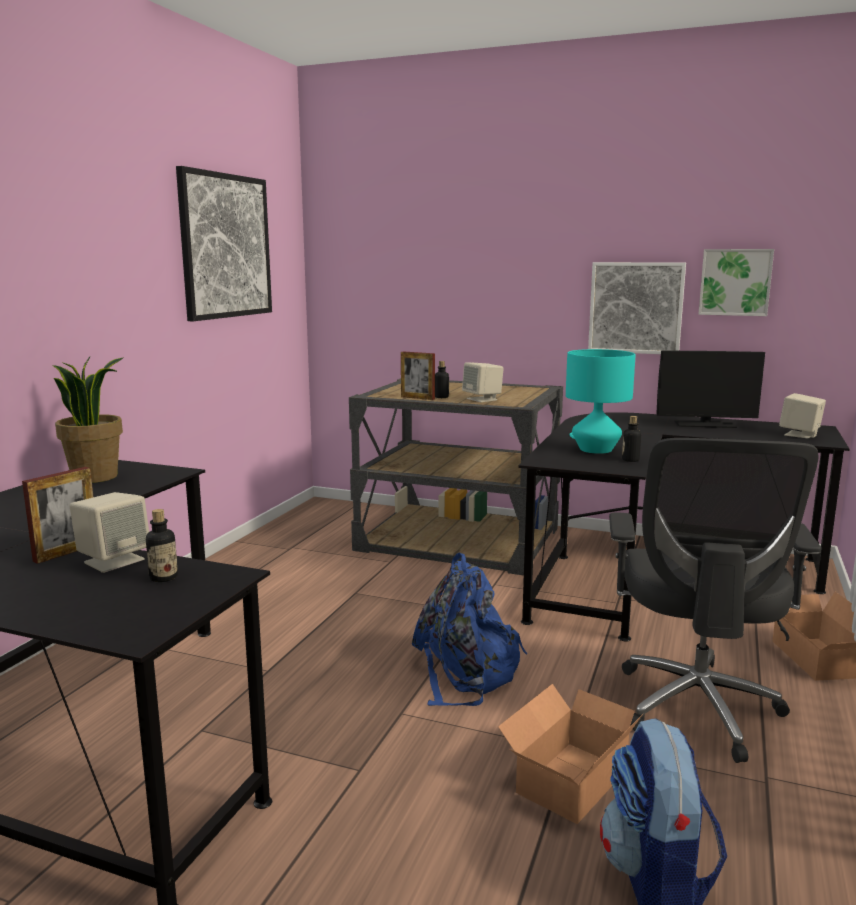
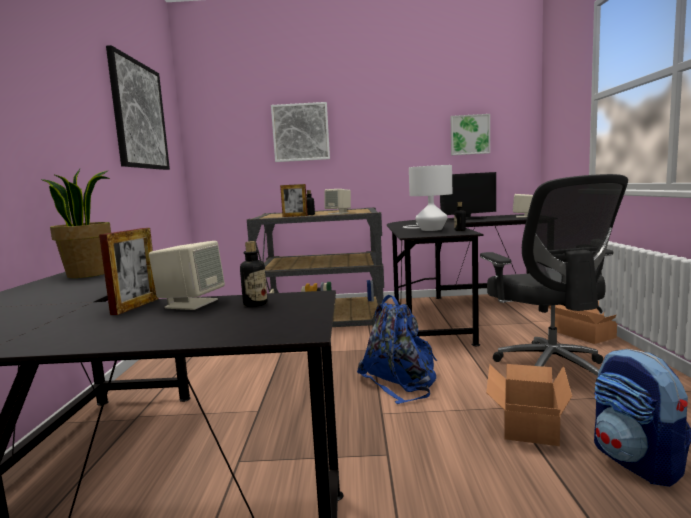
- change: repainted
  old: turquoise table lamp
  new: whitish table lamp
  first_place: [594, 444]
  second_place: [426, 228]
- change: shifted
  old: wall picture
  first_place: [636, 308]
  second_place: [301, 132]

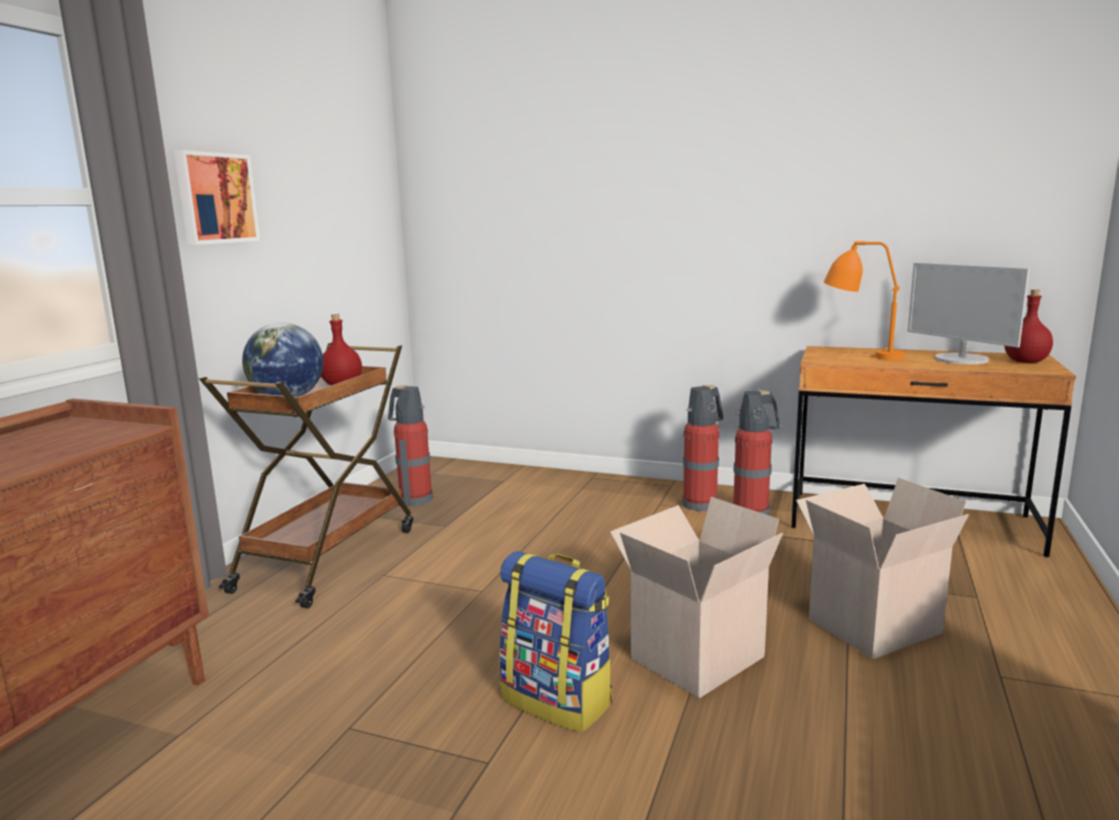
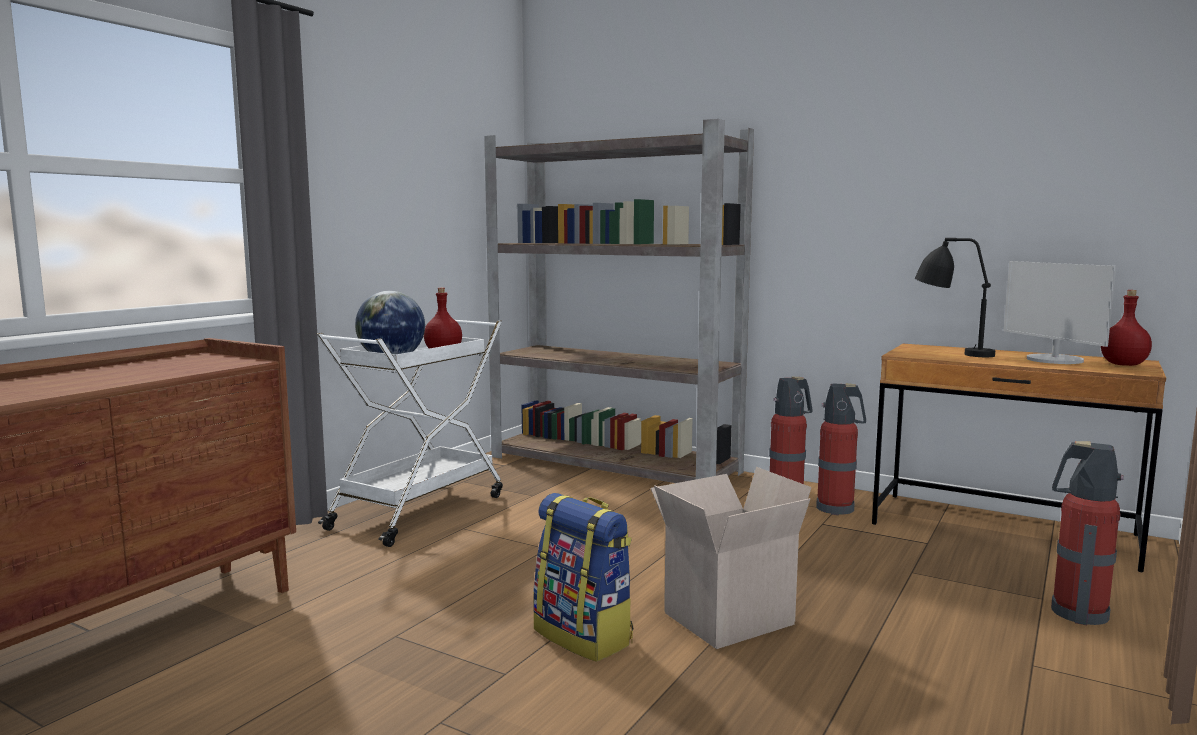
- change: gone
  old: wall picture
  first_place: [215, 198]
- change: repainted
  old: brown cart
  new: whitish cart
  first_place: [329, 559]
  second_place: [420, 512]
- change: shifted
  old: fire-fighting cylinder
  first_place: [414, 499]
  second_place: [1076, 613]
- change: gone
  old: cardboard box
  first_place: [872, 624]
- change: repainted
  old: orange-coloured table lamp
  new: black table lamp
  first_place: [858, 354]
  second_place: [949, 351]
- change: new
  new: brown bookcase
  second_place: [613, 464]

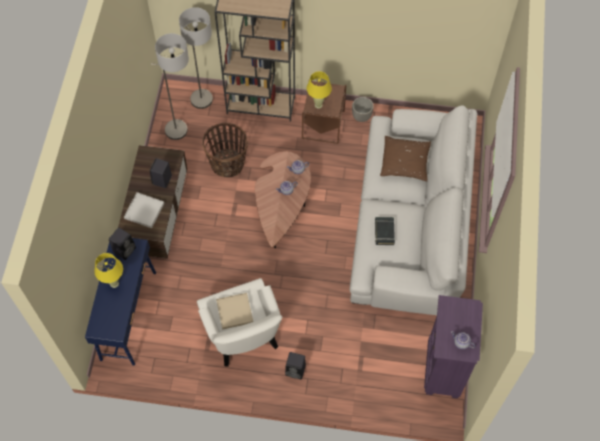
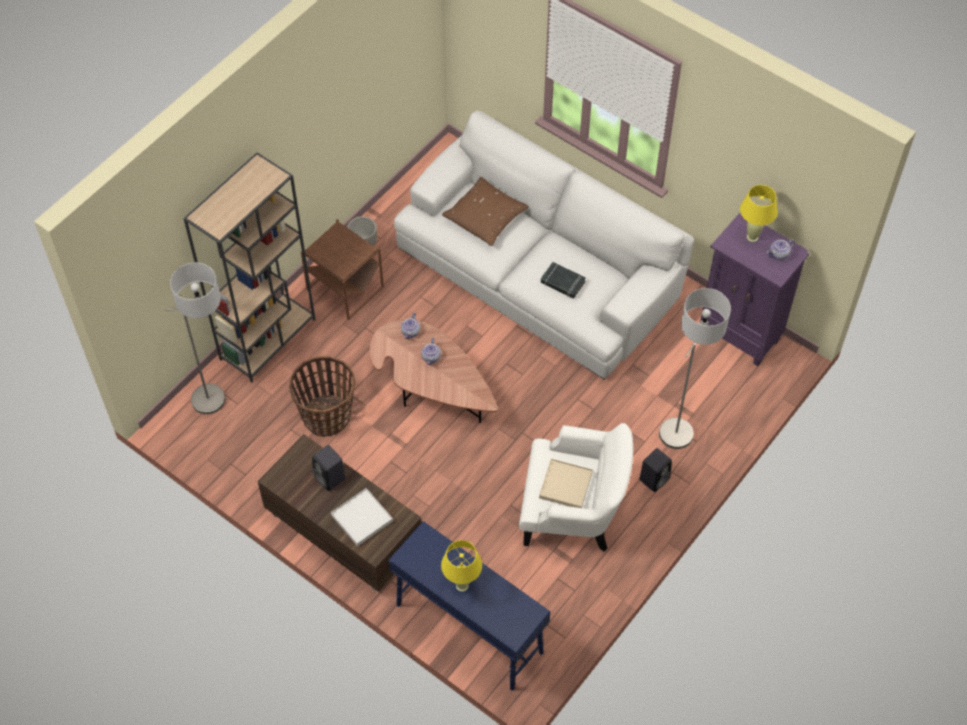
- change: gone
  old: black audio speaker
  first_place: [124, 249]
- change: shifted
  old: greyish standing lamp
  first_place: [183, 130]
  second_place: [681, 426]
- change: shifted
  old: yellow table lamp
  first_place: [318, 105]
  second_place: [752, 237]

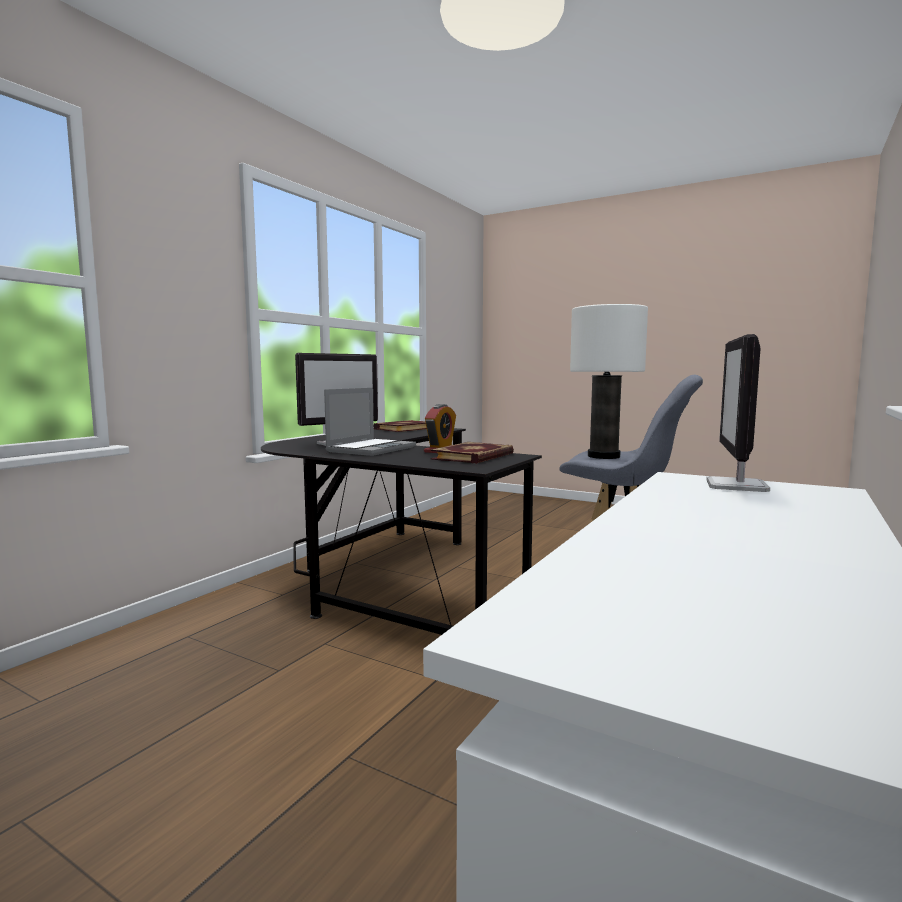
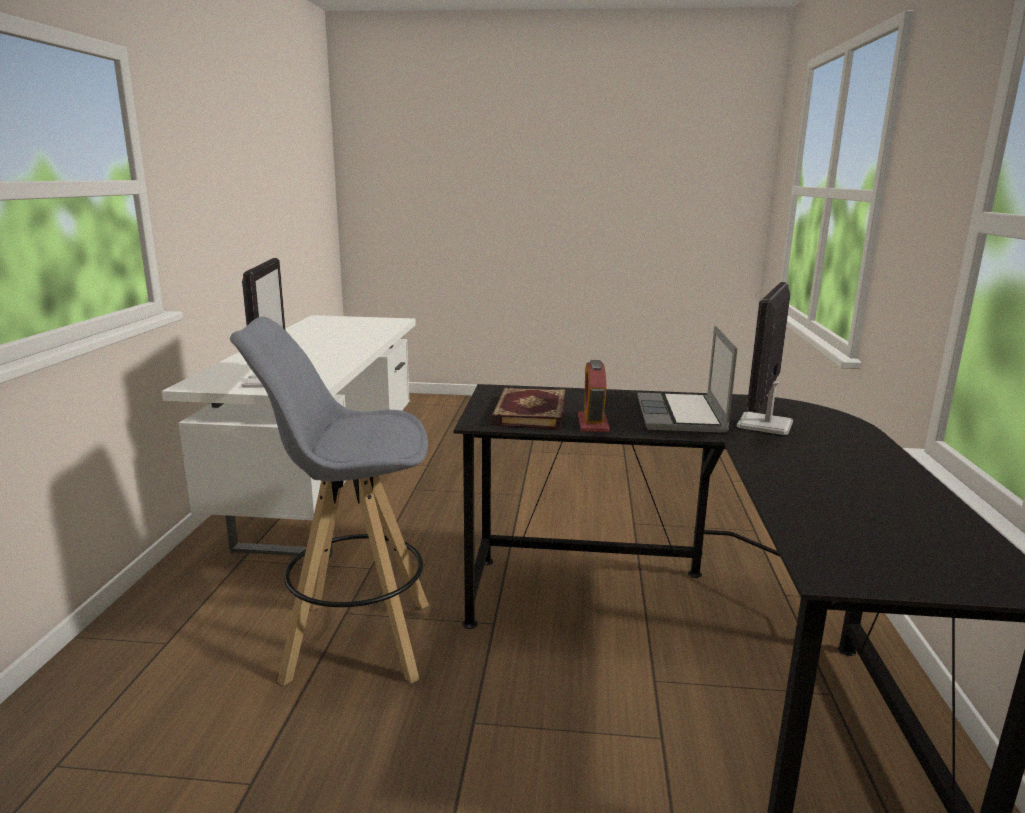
- change: gone
  old: book
  first_place: [403, 428]
- change: gone
  old: whitish table lamp
  first_place: [603, 456]

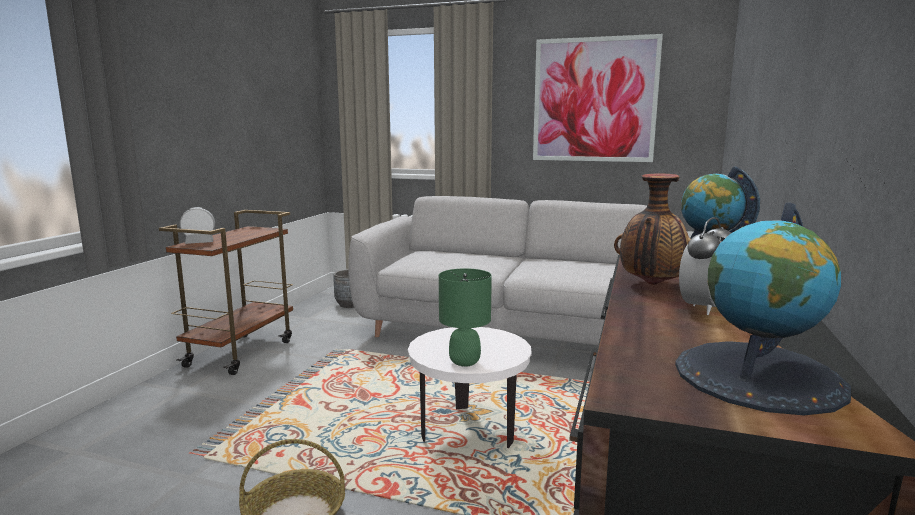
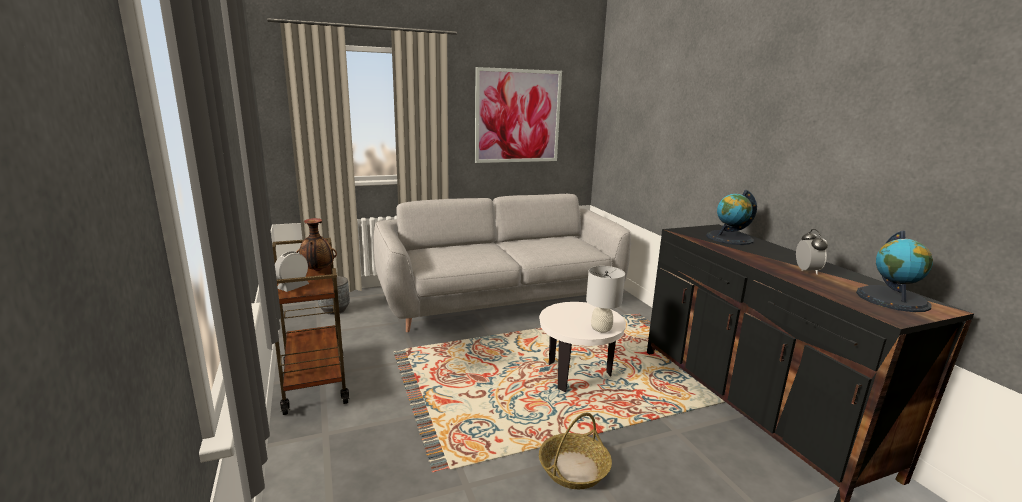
- change: repainted
  old: green table lamp
  new: greyish table lamp
  first_place: [463, 363]
  second_place: [601, 330]
- change: shifted
  old: vase
  first_place: [651, 284]
  second_place: [317, 271]

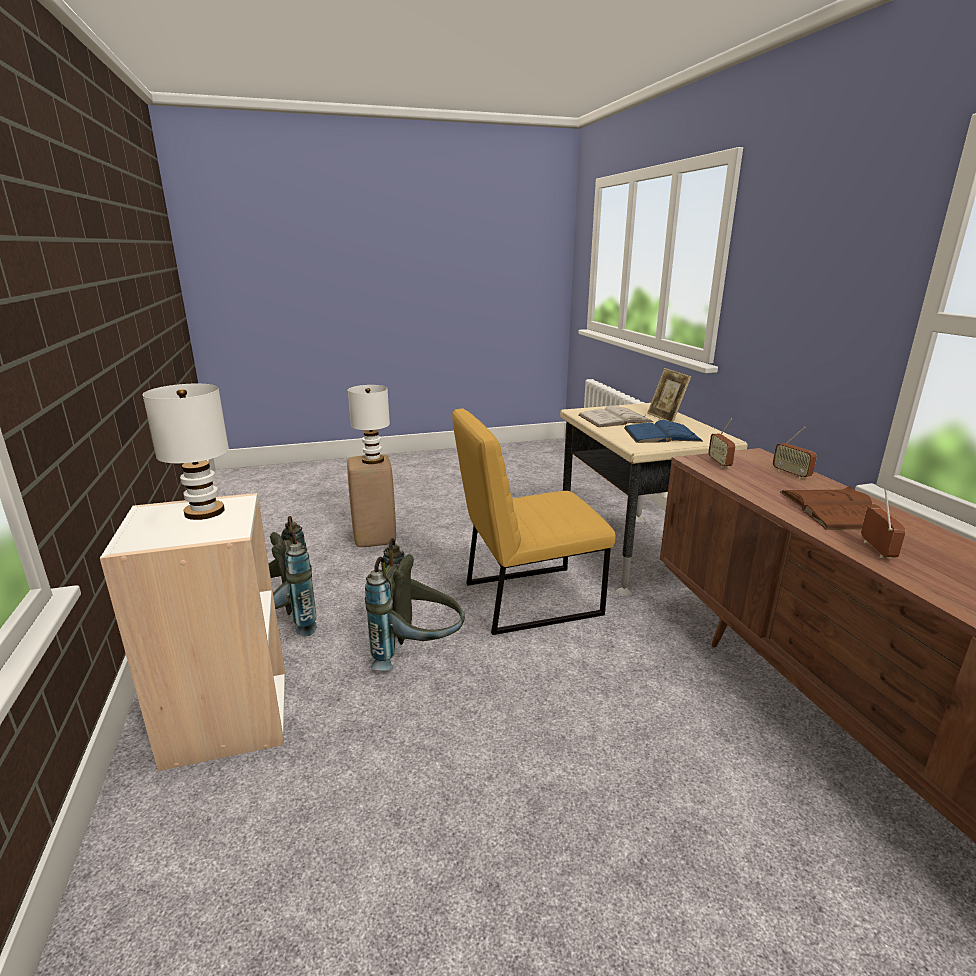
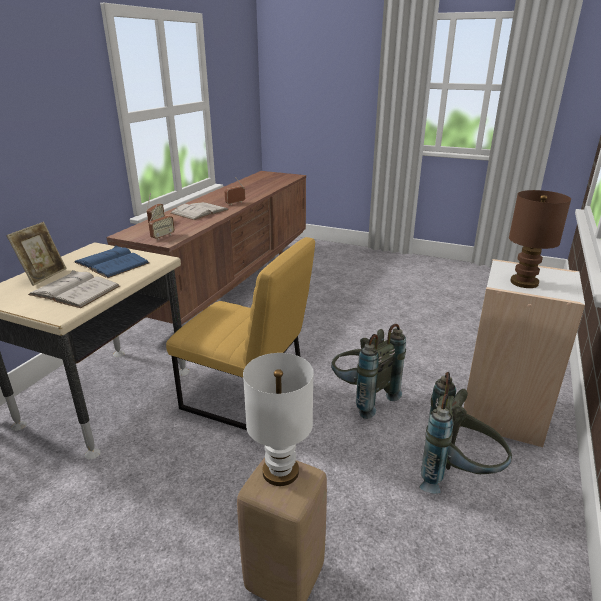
- change: repainted
  old: whitish table lamp
  new: brown table lamp
  first_place: [205, 511]
  second_place: [523, 282]
- change: repainted
  old: brown book
  new: whitish book
  first_place: [836, 509]
  second_place: [199, 211]

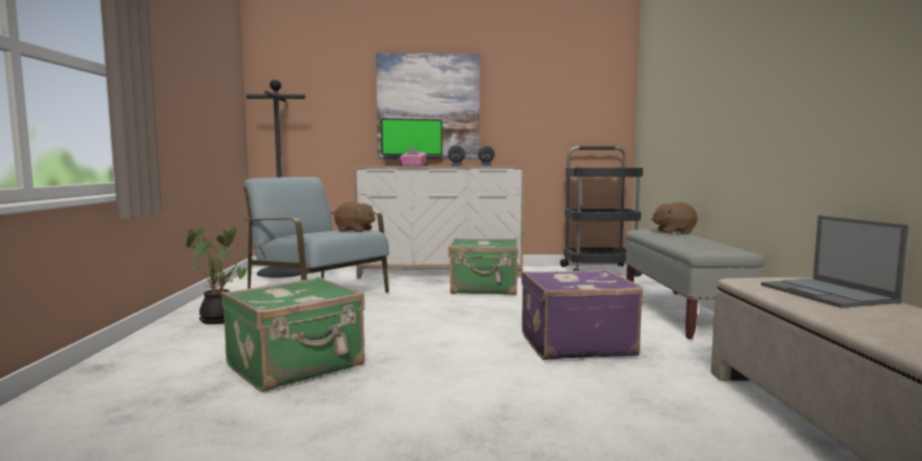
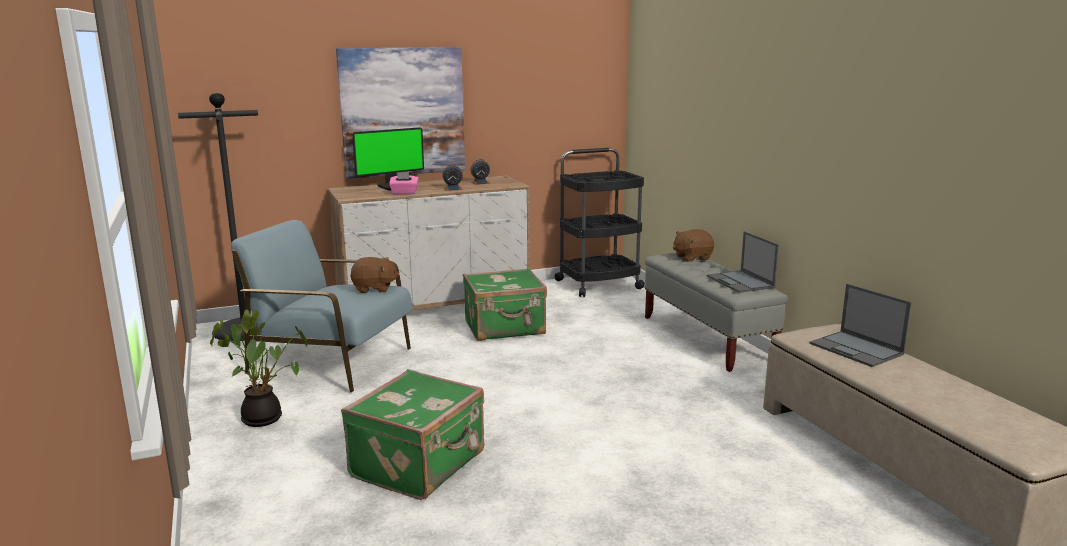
- change: gone
  old: purple-coloured suitcase
  first_place: [575, 344]
- change: new
  new: portable computer
  second_place: [741, 282]

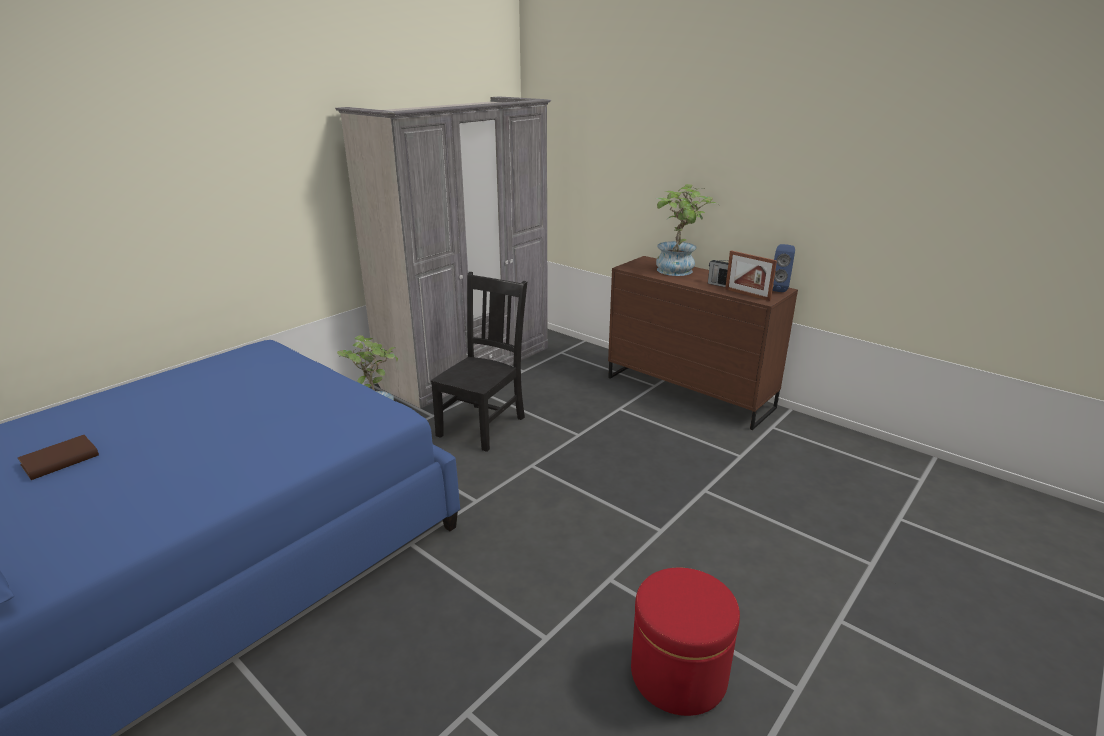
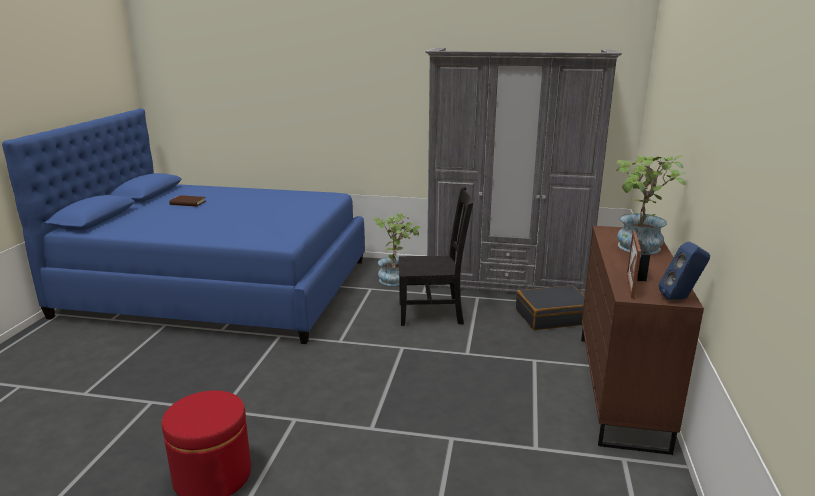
- change: new
  new: black suitcase
  second_place: [552, 316]

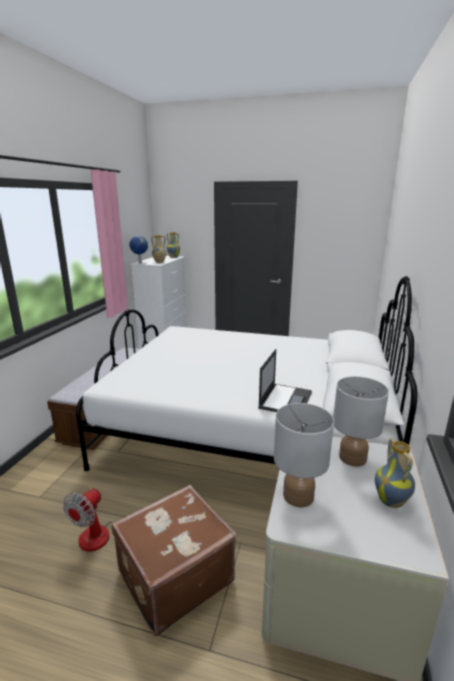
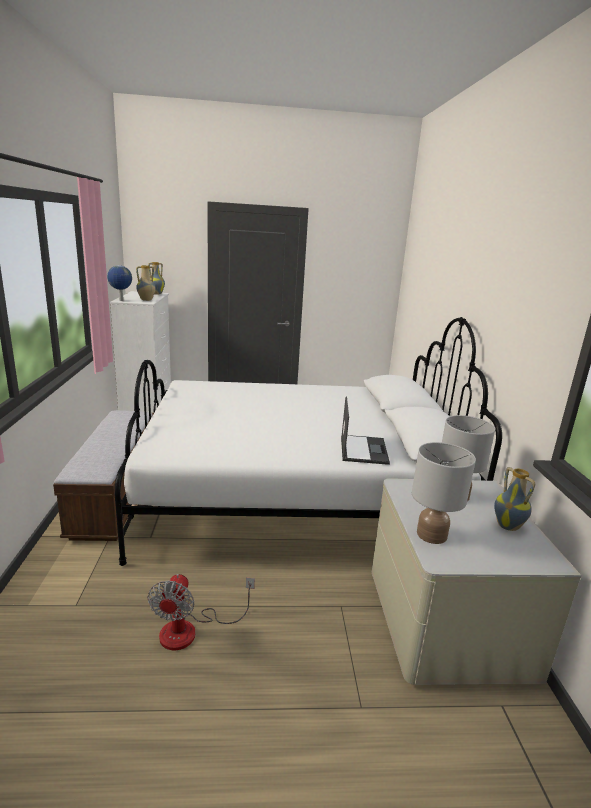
- change: gone
  old: brown suitcase
  first_place: [174, 576]

